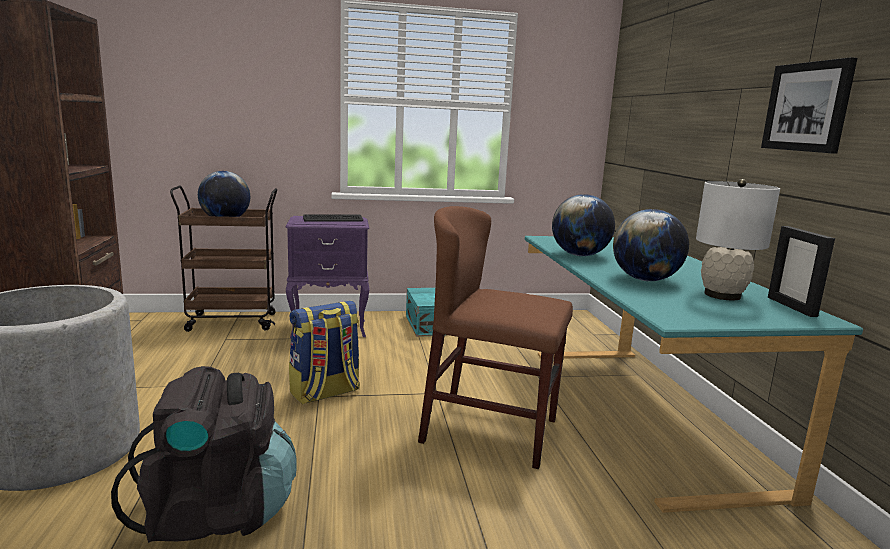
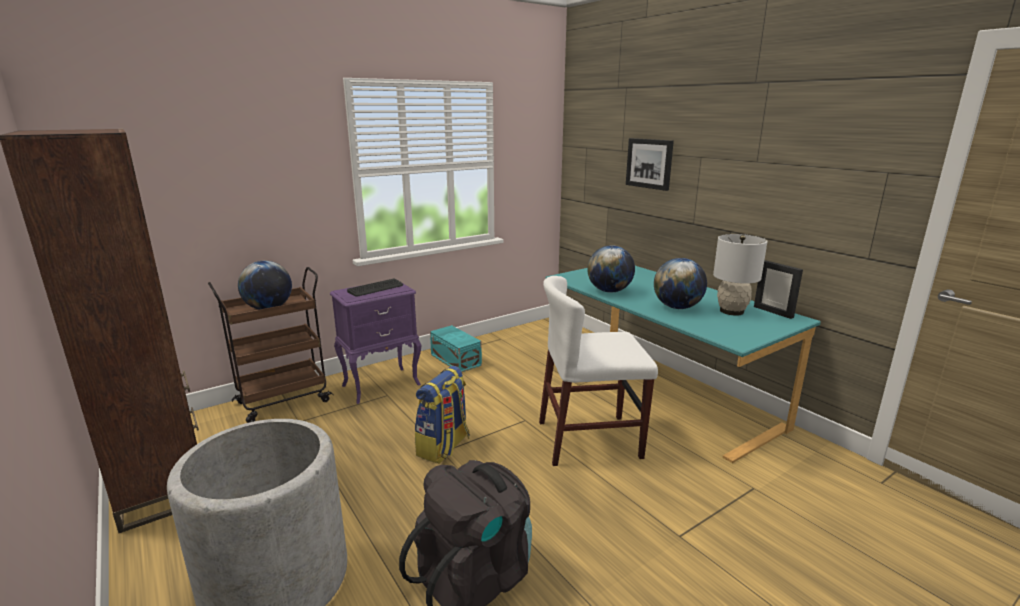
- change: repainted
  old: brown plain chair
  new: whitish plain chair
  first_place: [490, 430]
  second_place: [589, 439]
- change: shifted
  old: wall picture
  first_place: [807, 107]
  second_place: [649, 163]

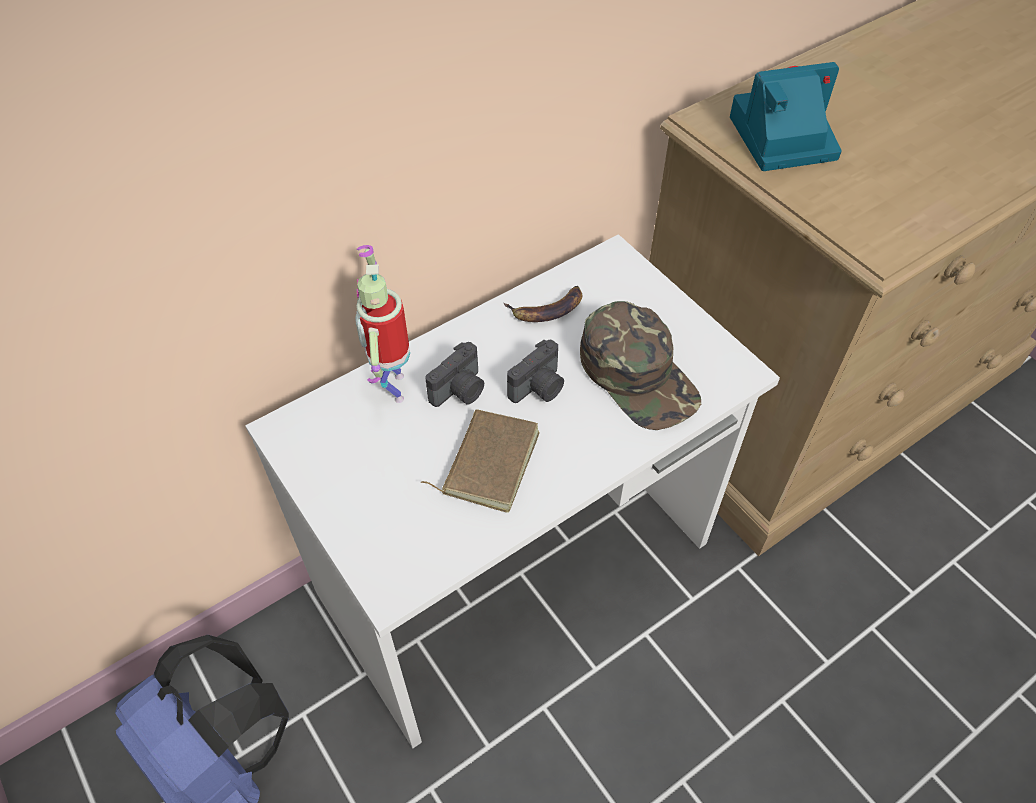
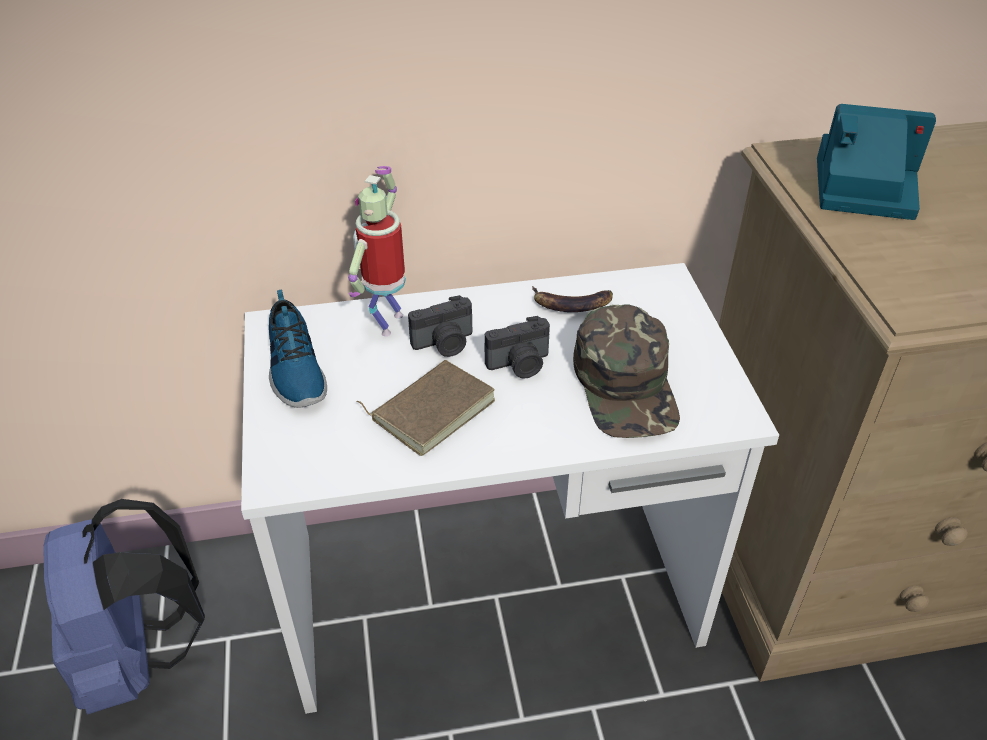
- change: new
  new: shoe
  second_place: [294, 368]

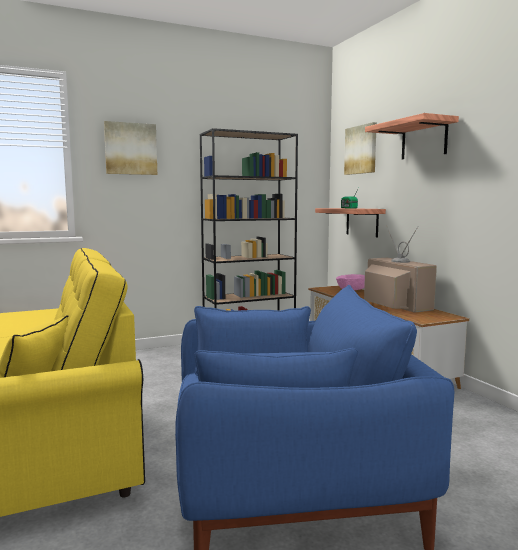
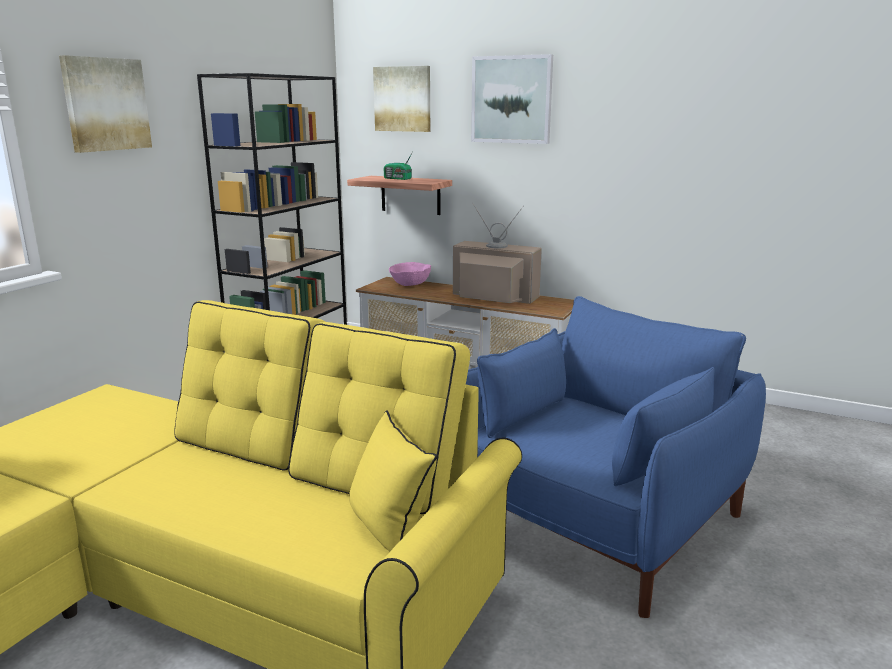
- change: swapped
  old: bracket shelf
  new: wall picture
  first_place: [424, 140]
  second_place: [511, 99]

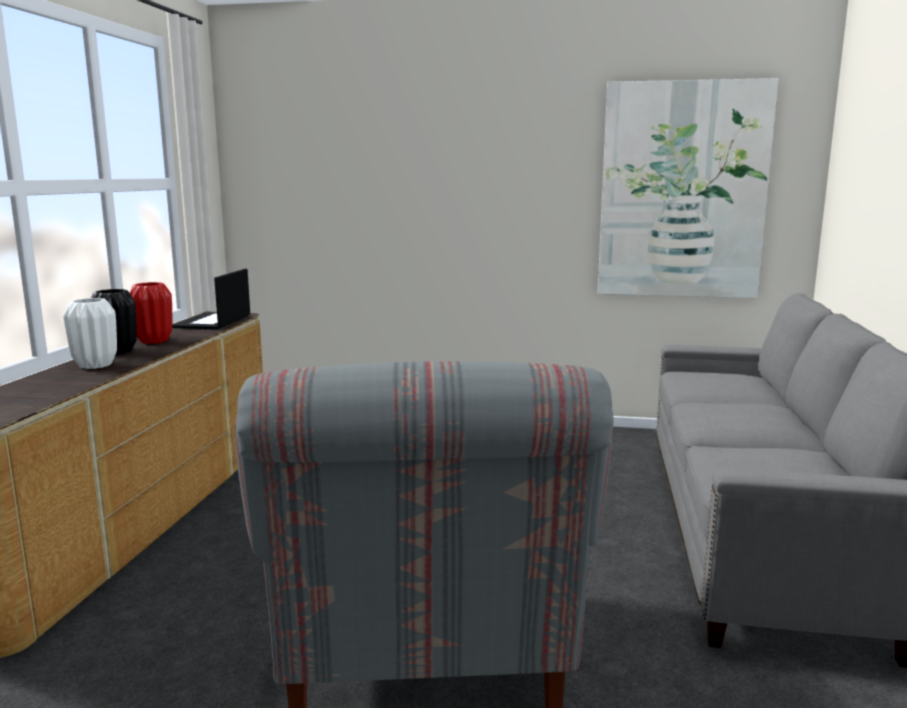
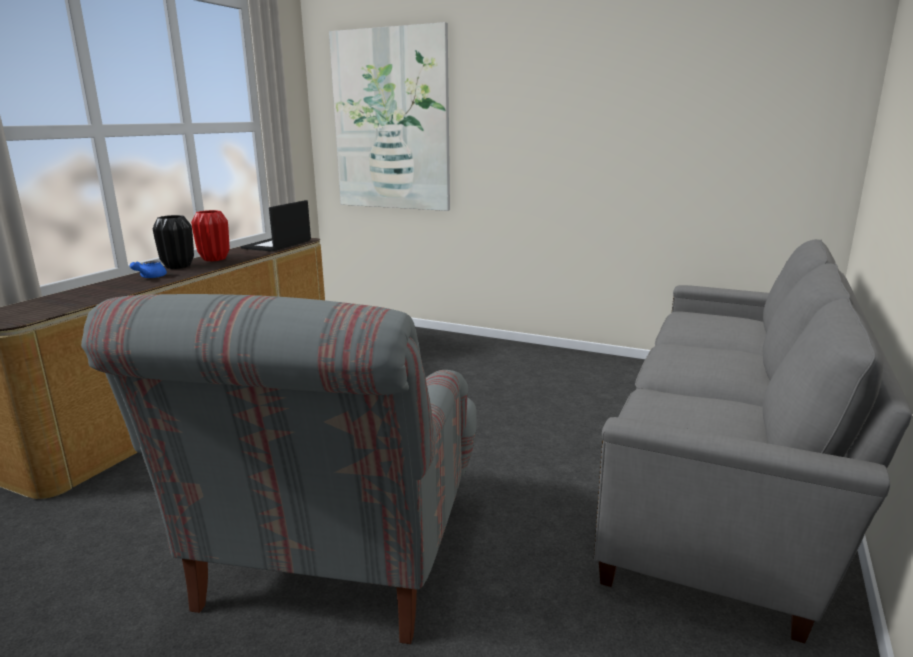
- change: swapped
  old: whitish vase
  new: blue tea pot
  first_place: [96, 365]
  second_place: [150, 277]
- change: shifted
  old: wall picture
  first_place: [682, 191]
  second_place: [391, 121]

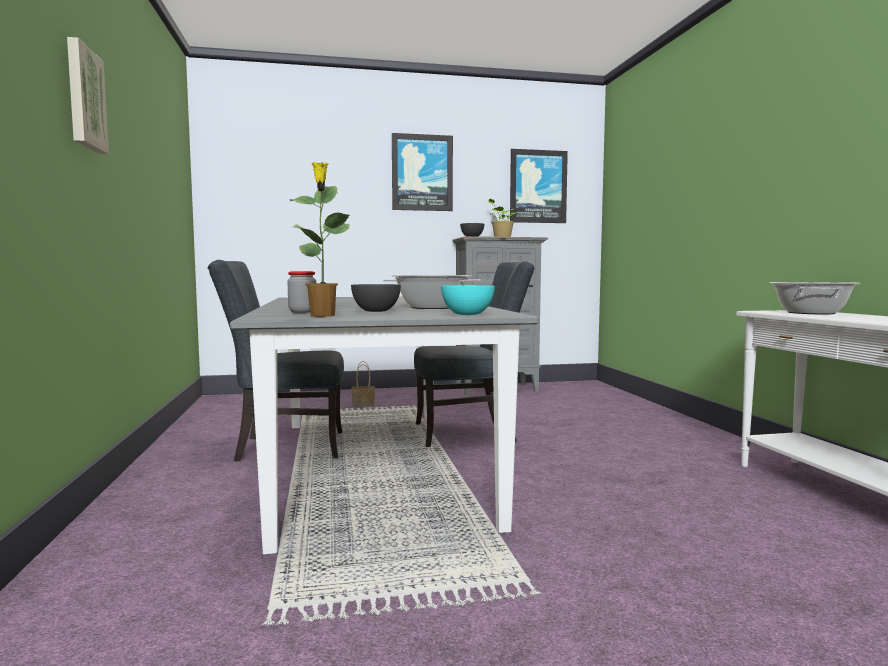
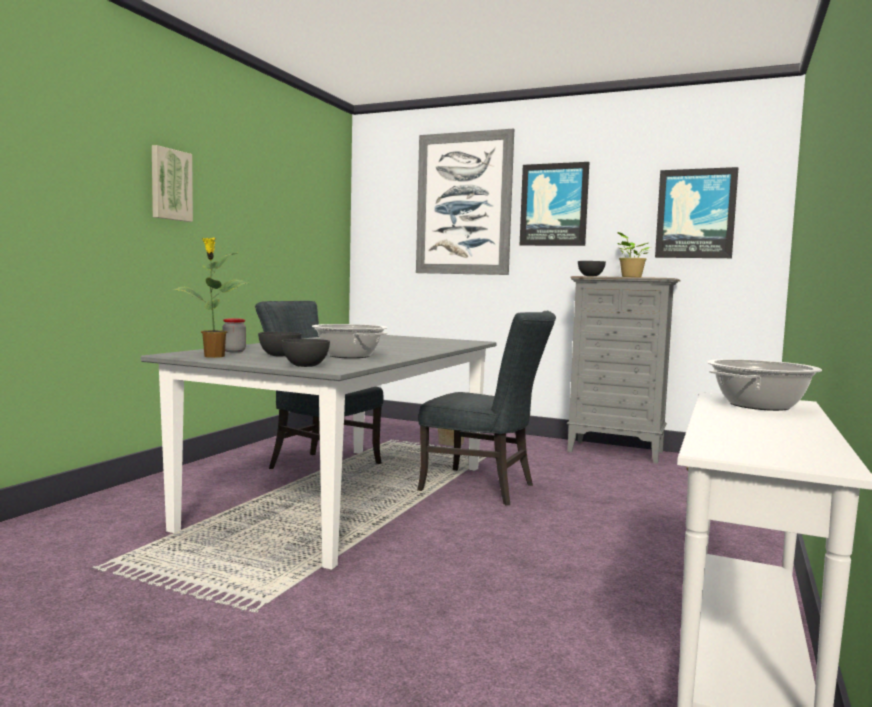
- change: repainted
  old: turquoise bowl
  new: greyish bowl
  first_place: [467, 314]
  second_place: [305, 366]
- change: new
  new: wall picture
  second_place: [463, 204]

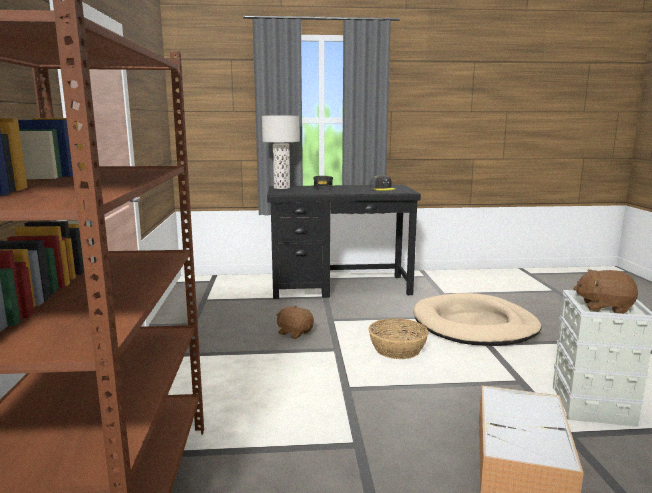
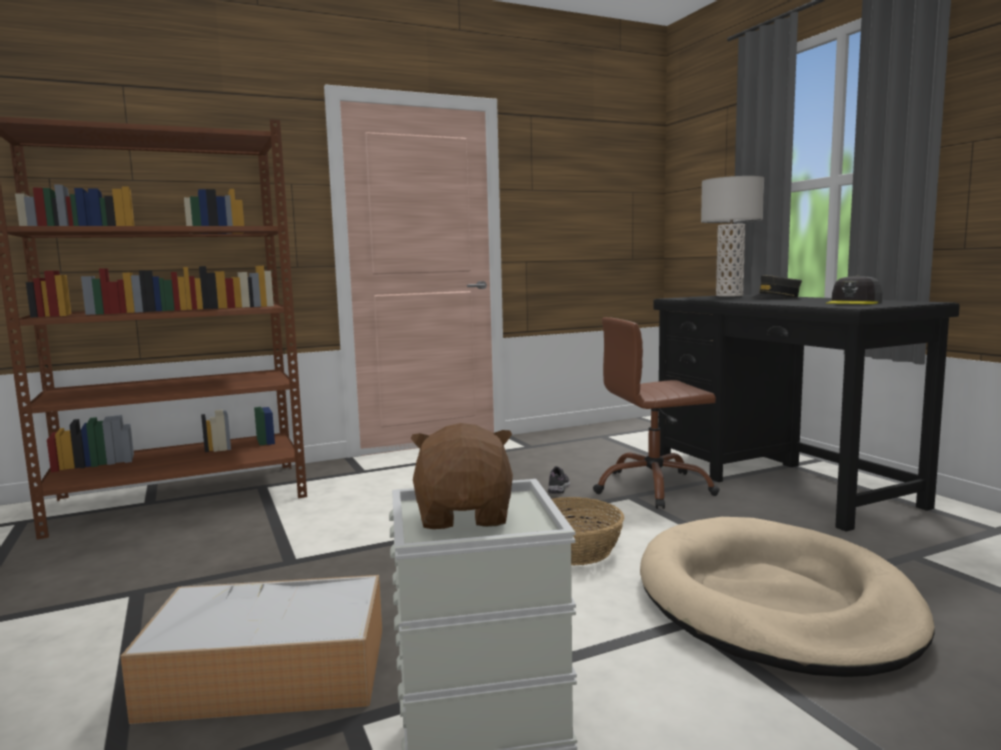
- change: swapped
  old: brown soft toy
  new: shoe
  first_place: [295, 333]
  second_place: [558, 487]
- change: new
  new: brown office chair
  second_place: [653, 488]

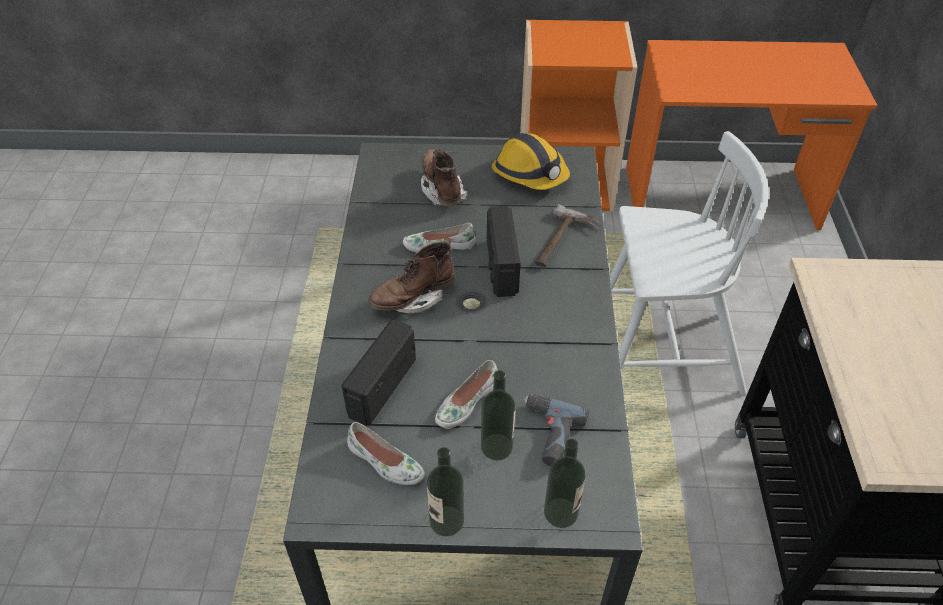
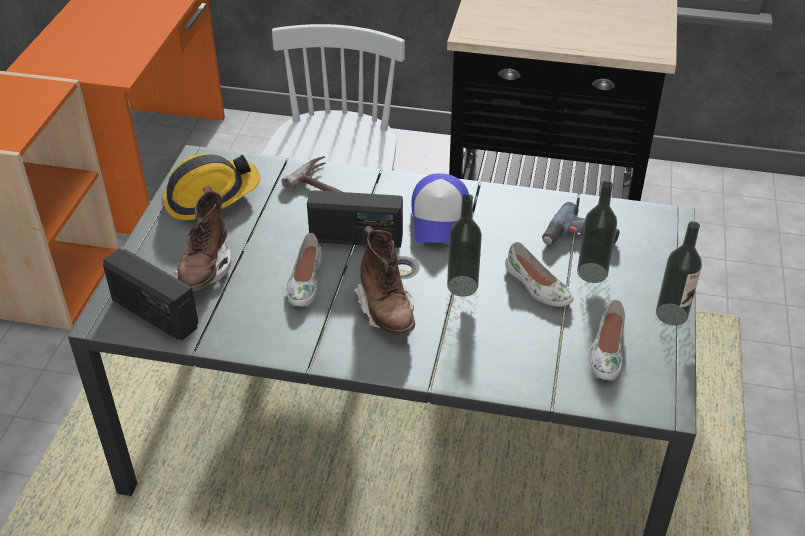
- change: shifted
  old: radio set
  first_place: [381, 387]
  second_place: [154, 313]
- change: rotated
  old: whitish shoe
  first_place: [385, 462]
  second_place: [606, 350]
  degrees: 150
- change: rotated
  old: brown boot
  first_place: [441, 189]
  second_place: [205, 269]
  degrees: -75
- change: shifted
  old: bottle
  first_place: [560, 512]
  second_place: [462, 286]
- change: new
  new: baseball cap
  second_place: [439, 219]

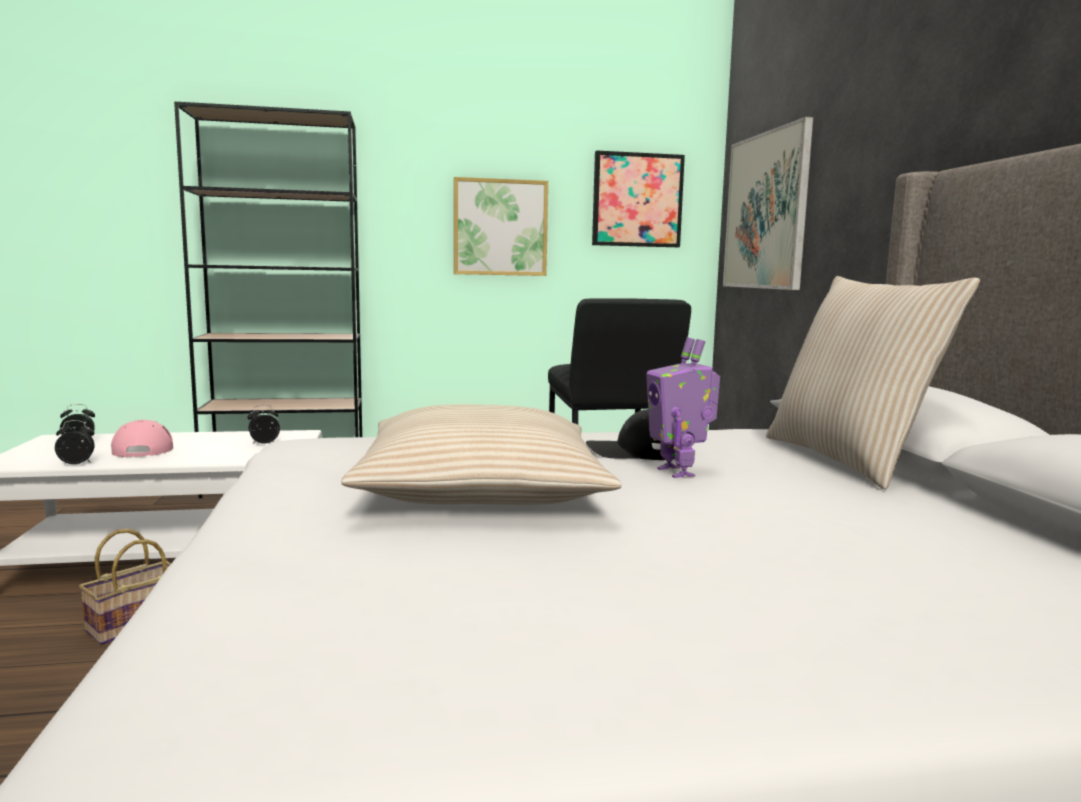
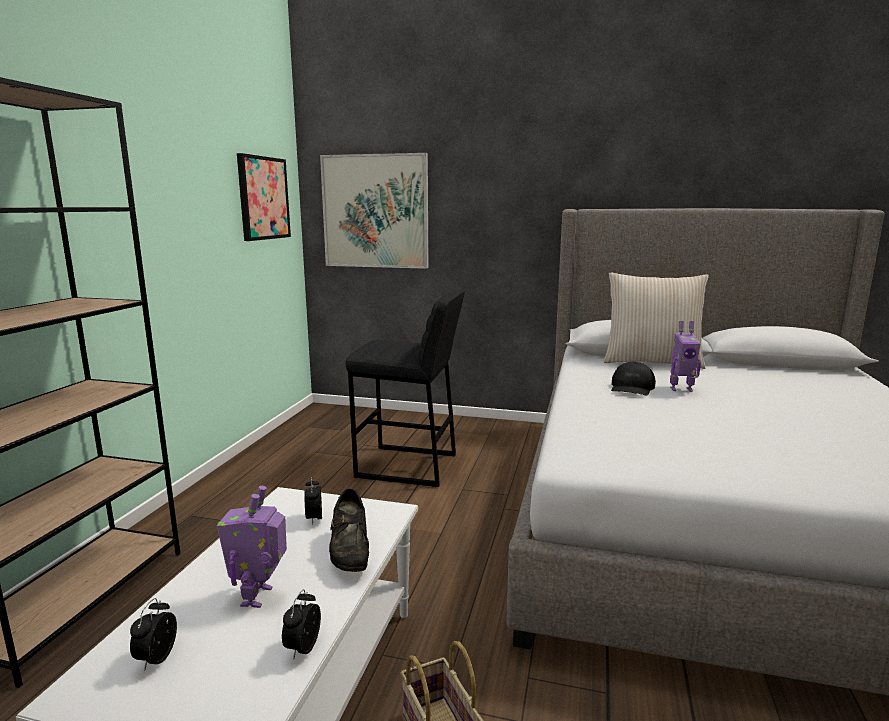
- change: swapped
  old: pink-coloured baseball cap
  new: toy robot
  first_place: [144, 448]
  second_place: [259, 596]
- change: gone
  old: sand-coloured pillow
  first_place: [481, 487]
- change: gone
  old: wall picture
  first_place: [500, 227]
- change: new
  new: black shoe
  second_place: [350, 554]

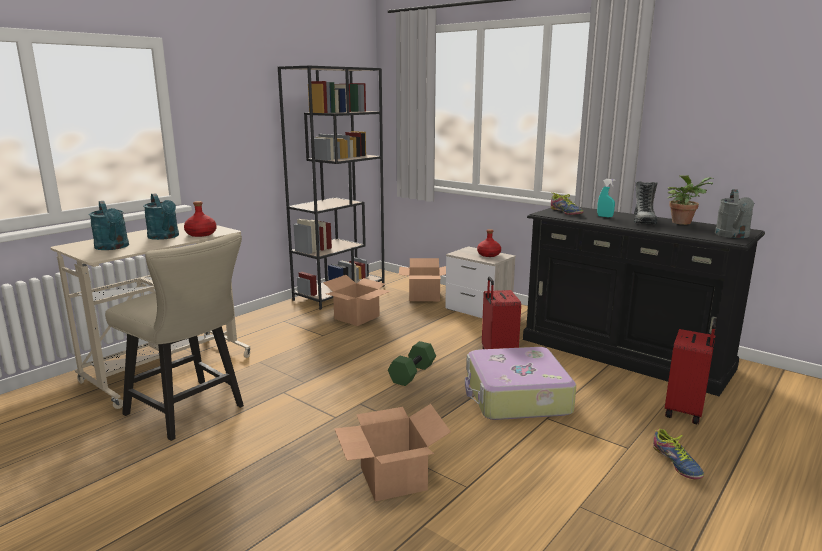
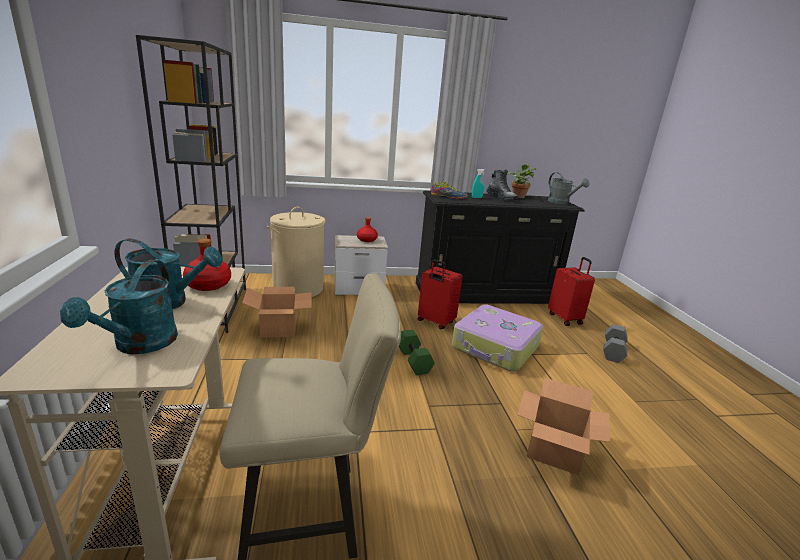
- change: rotated
  old: turquoise sprinkling can
  first_place: [113, 247]
  second_place: [139, 345]
  degrees: 90
- change: swapped
  old: cardboard box
  new: sand-coloured washing basket
  first_place: [424, 296]
  second_place: [298, 288]
- change: swapped
  old: shoe
  new: greyish hand weight
  first_place: [676, 462]
  second_place: [612, 351]

